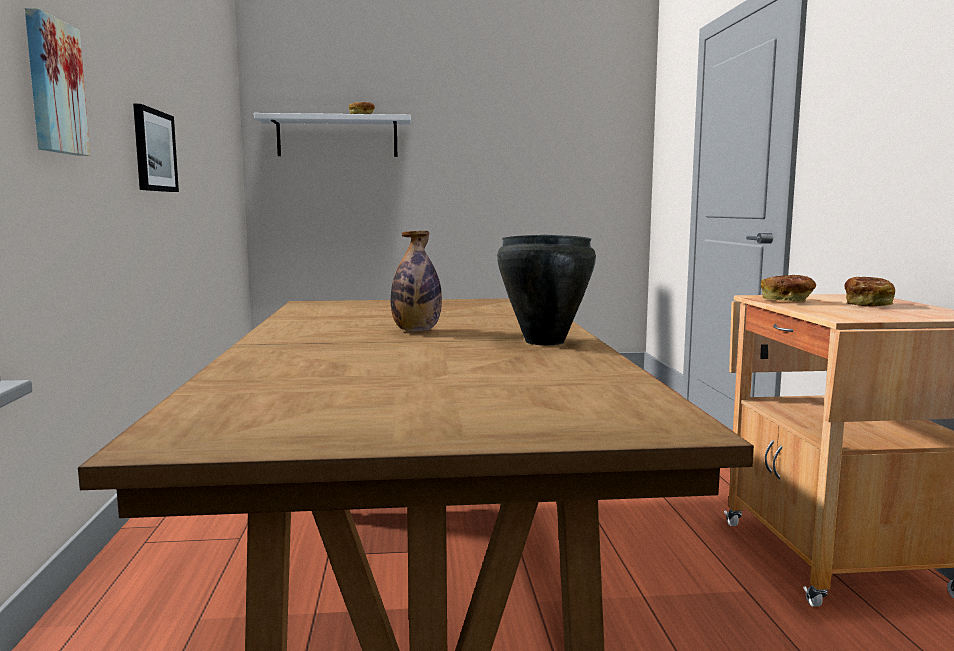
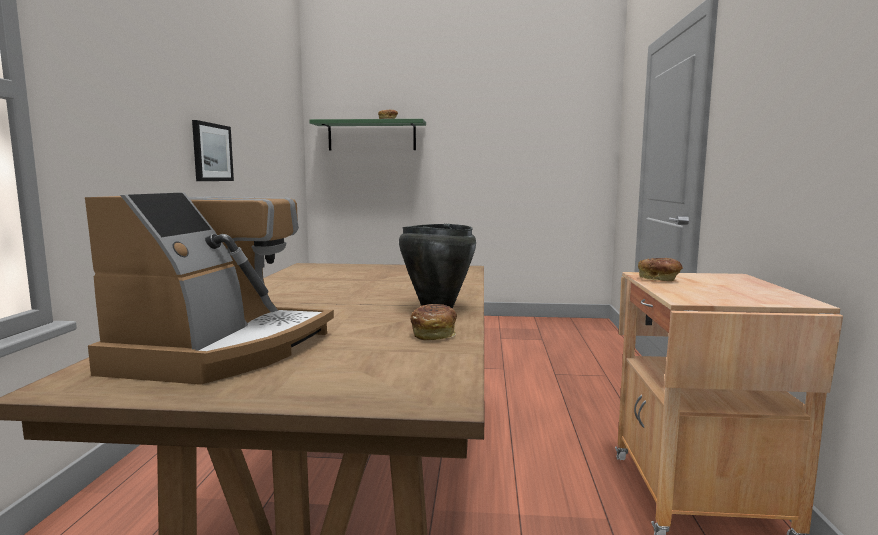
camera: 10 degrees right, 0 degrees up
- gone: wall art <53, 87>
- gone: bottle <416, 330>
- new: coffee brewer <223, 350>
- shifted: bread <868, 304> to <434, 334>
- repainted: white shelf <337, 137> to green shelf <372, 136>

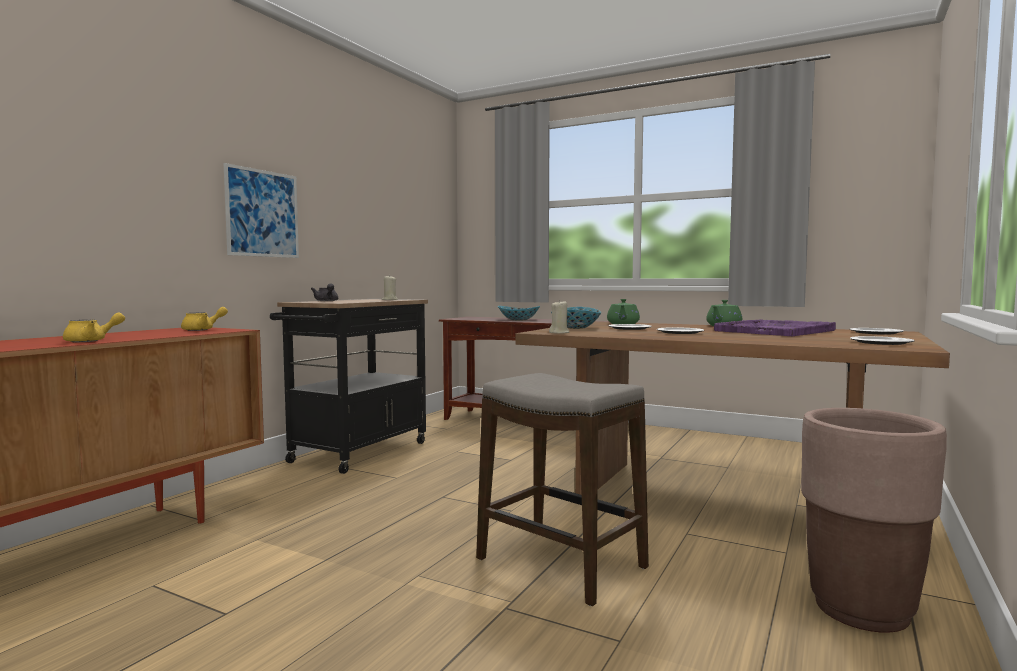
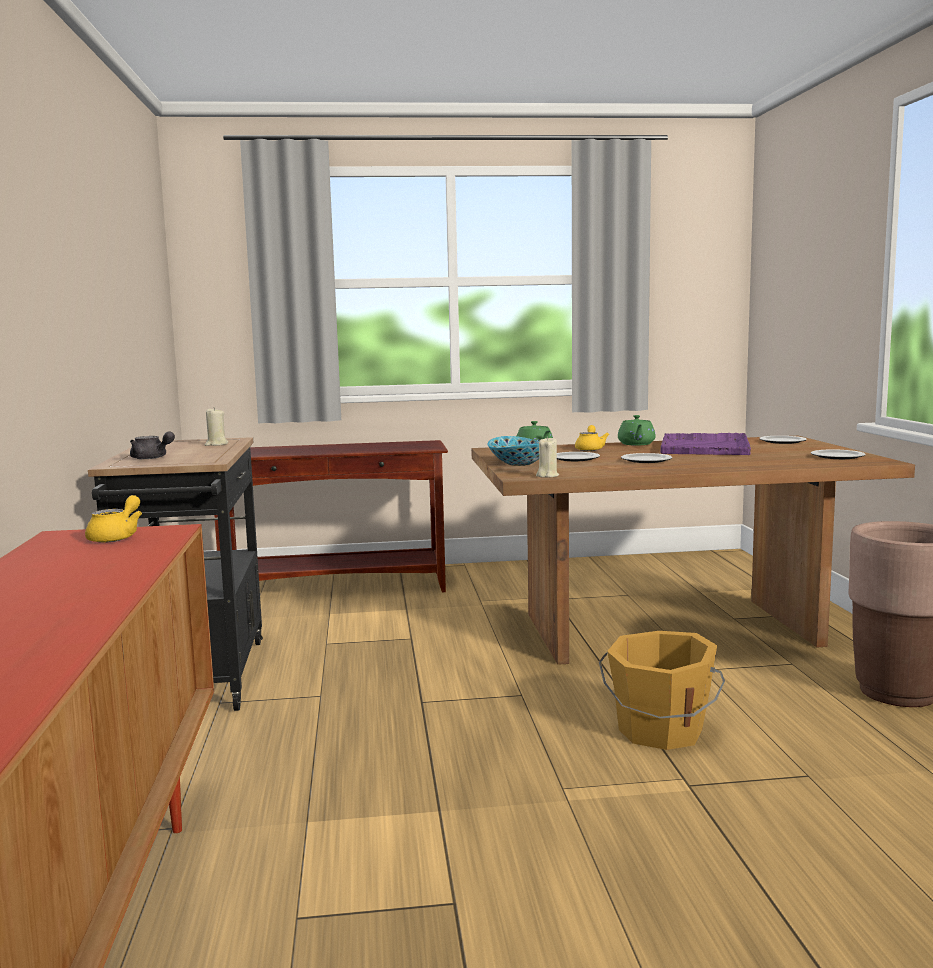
camera: 35 degrees left, 5 degrees up
- gone: wall art <262, 213>
- gone: serving bowl <518, 320>
- shifted: yellow pot for tea <92, 341> to <590, 449>
- swapped: stool seat <561, 564> to orange-coloured pail <660, 731>

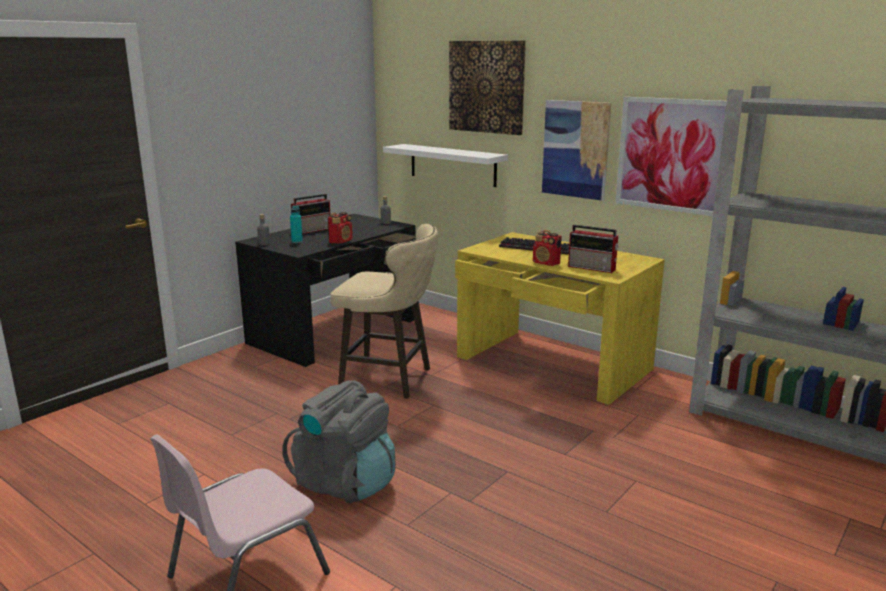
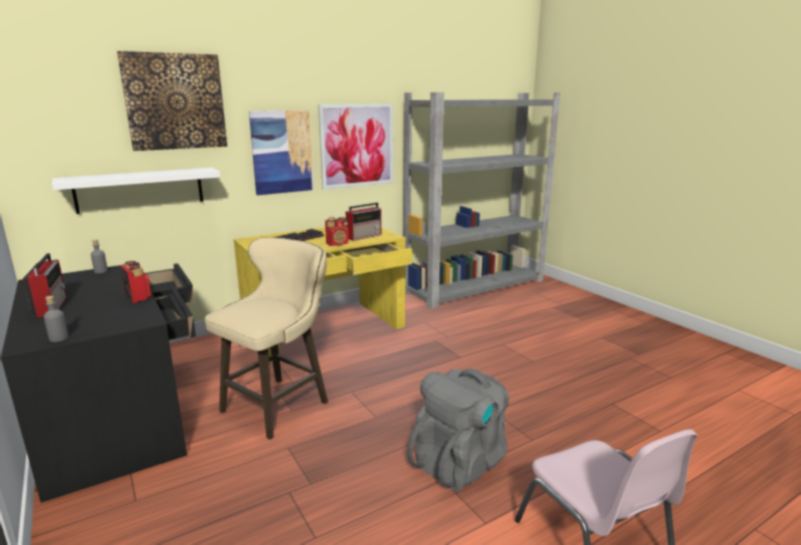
camera: 70 degrees left, 0 degrees up
- gone: turquoise-coloured bottle <297, 242>

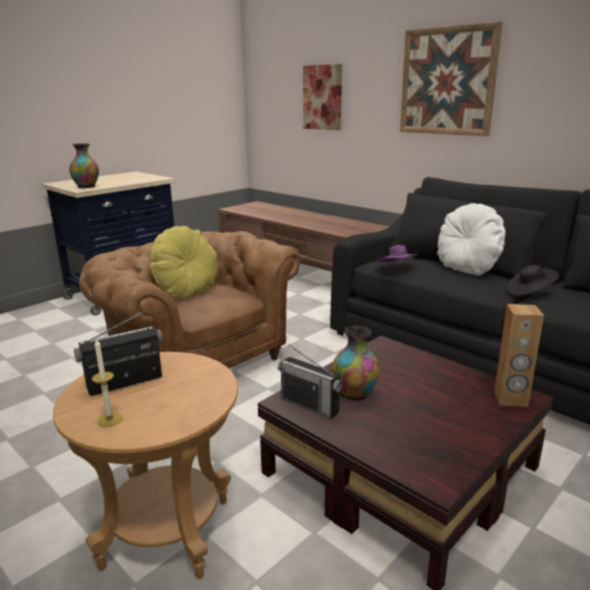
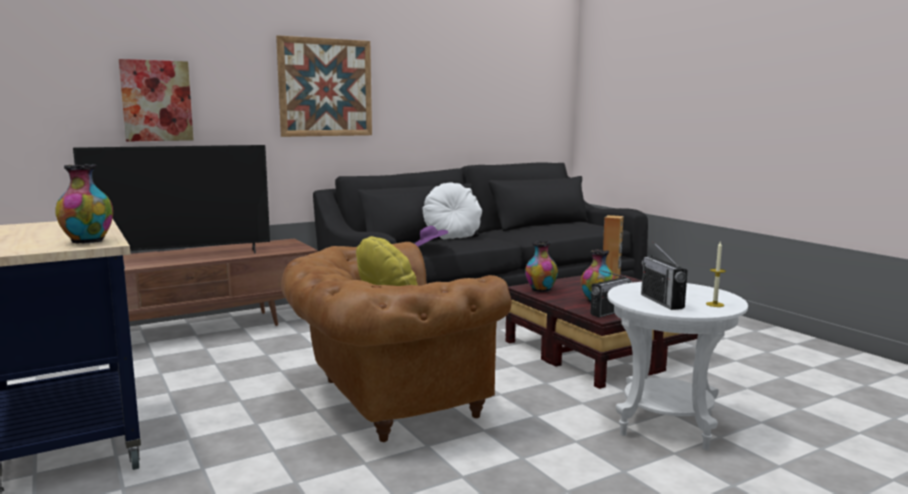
camera: 75 degrees left, 10 degrees down
- gone: blackish clothing hat <529, 292>
- new: television <182, 256>
- new: flower vase <540, 290>
- repainted: brown-coloured accent table <166, 532> to white accent table <666, 424>

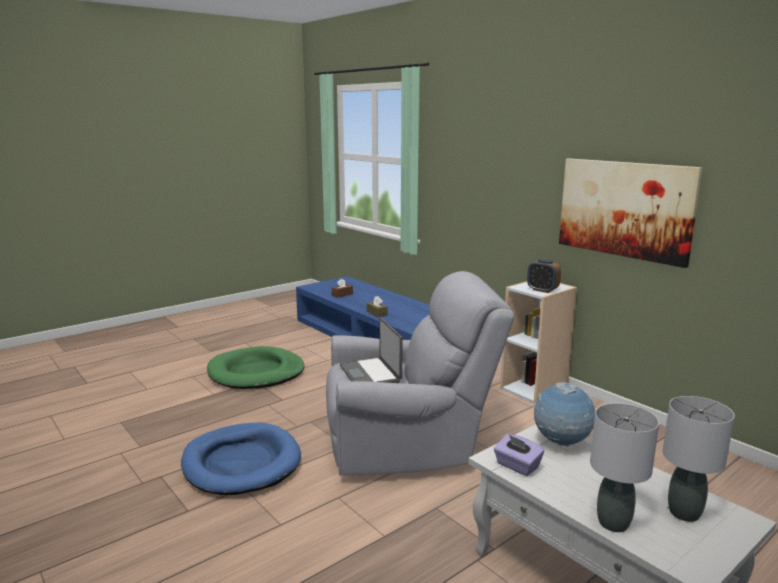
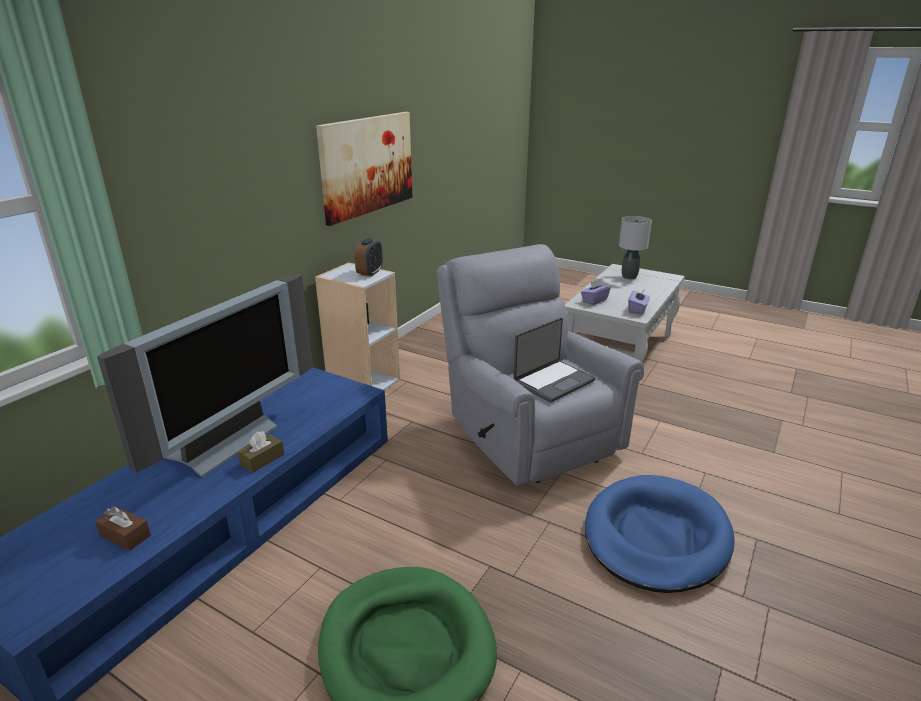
camera: 110 degrees left, 10 degrees up
- gone: greyish tabletop lamp <614, 523>
- new: television <225, 443>
- swapped: desk globe <561, 443> to purple box of tissues <594, 300>

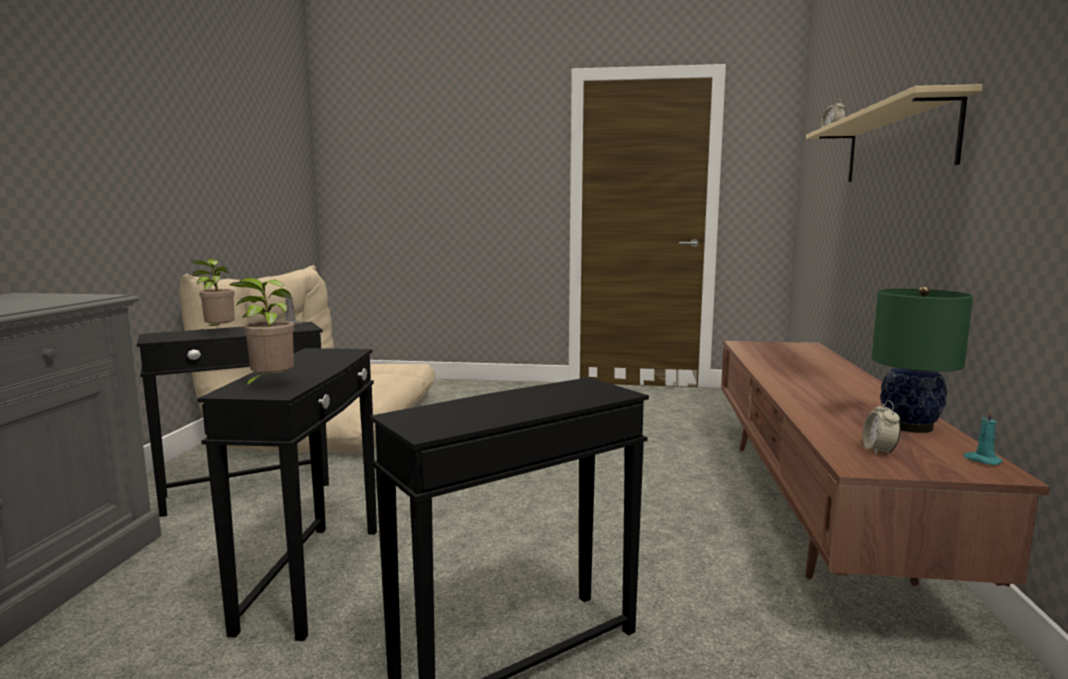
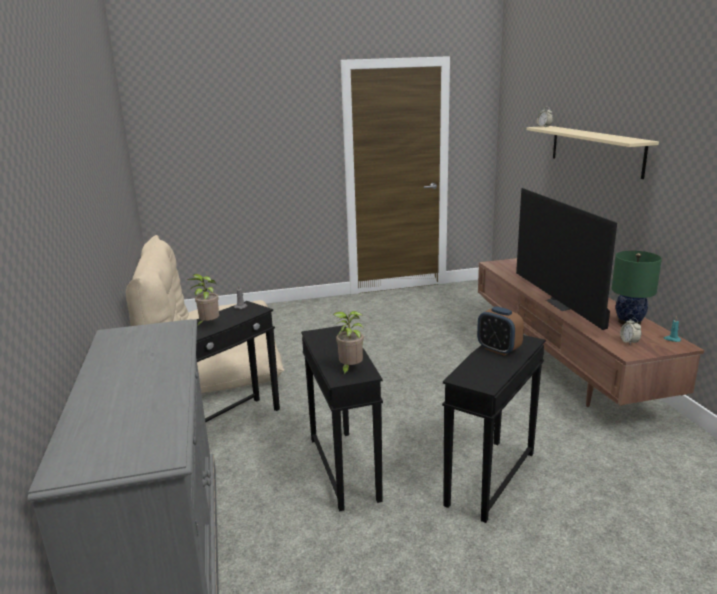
camera: 20 degrees left, 10 degrees up
- new: table clock <498, 349>
- new: television <563, 304>

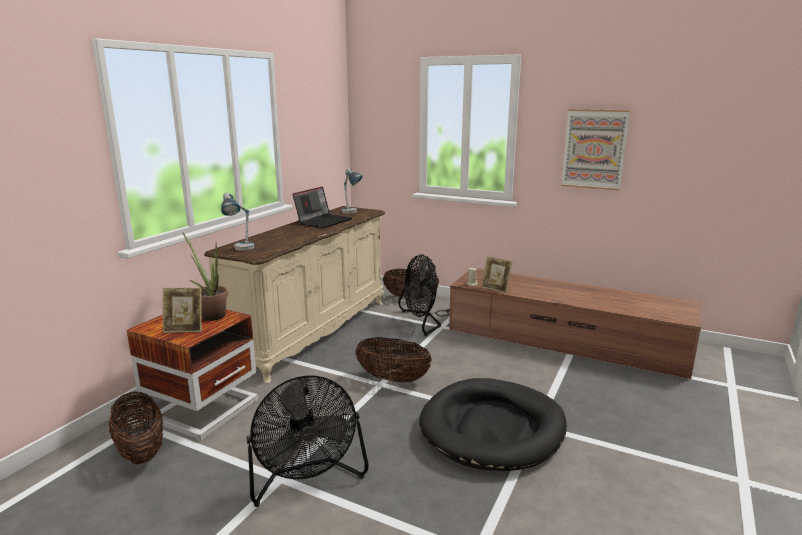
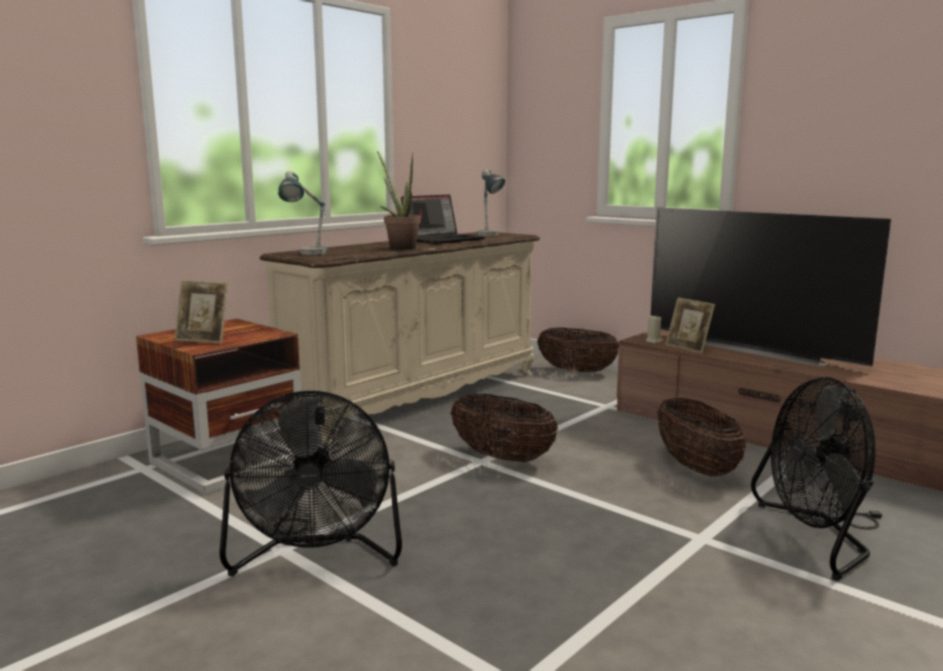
camera: 15 degrees right, 5 degrees down
- gone: blackish dog bed <492, 428>
- gone: wall art <594, 149>
- new: television <753, 348>
- shifted: basket <141, 450> to <696, 467>
- shifted: potted plant <211, 315> to <399, 247>
- shifted: blackish electric fan <424, 320> to <821, 535>

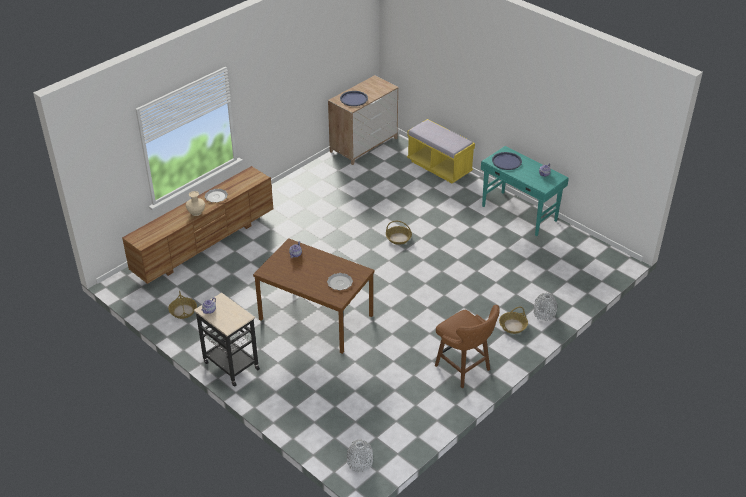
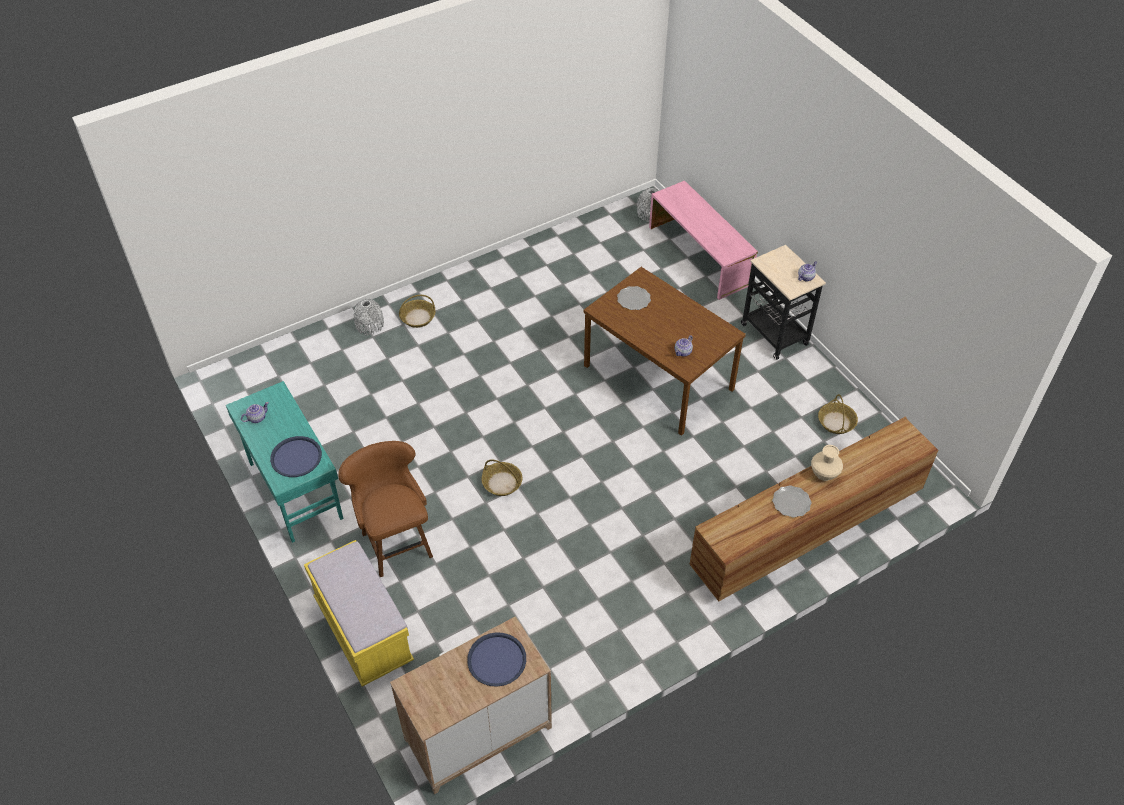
camera: 165 degrees left, 10 degrees up
- new: pinkish indoor bench <700, 255>
- shifted: brown-coloured stool seat <464, 369> to <395, 542>

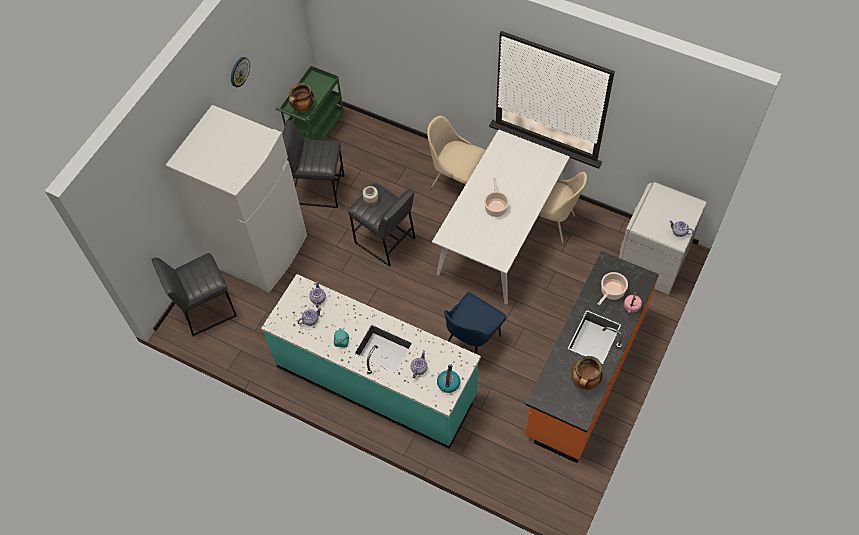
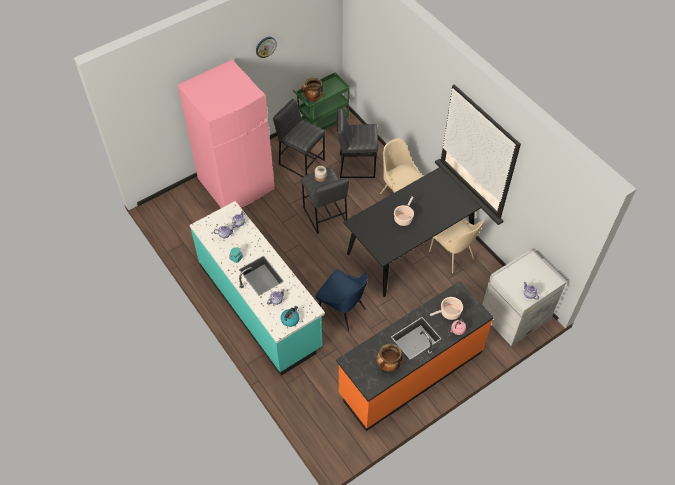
camera: 25 degrees right, 5 degrees down
- shifted: greyish stool seat <206, 310> to <356, 166>
- repainted: white kitchen fridge <258, 250> to pinkish kitchen fridge <236, 184>
- repainted: white dinner table <501, 235> to blackish dinner table <410, 248>
- rotated: blue-coloured upright chair <472, 343> = <342, 311> 120 degrees counterclockwise

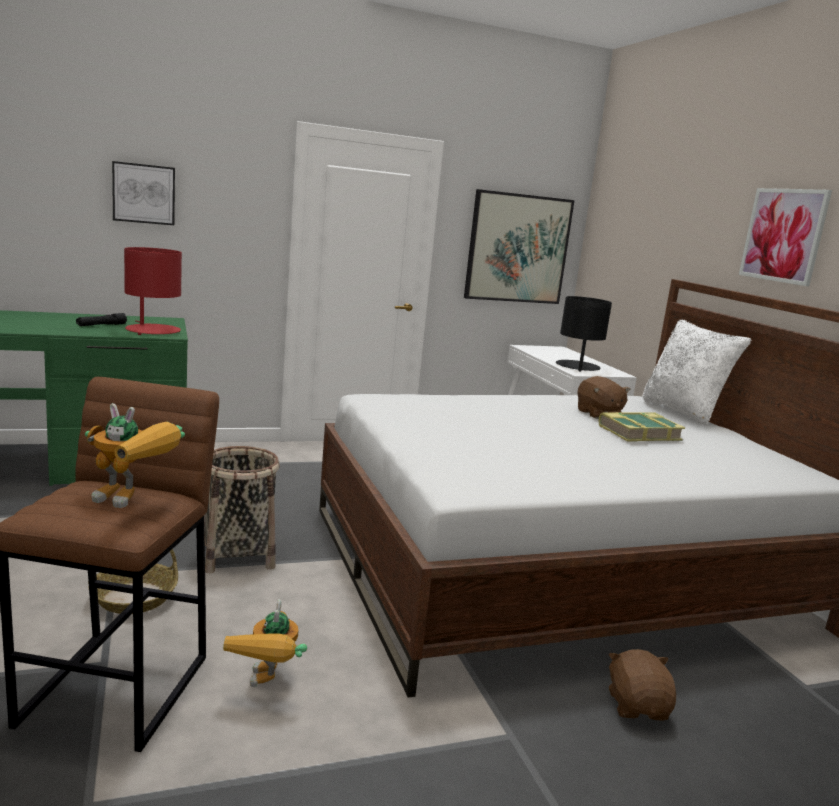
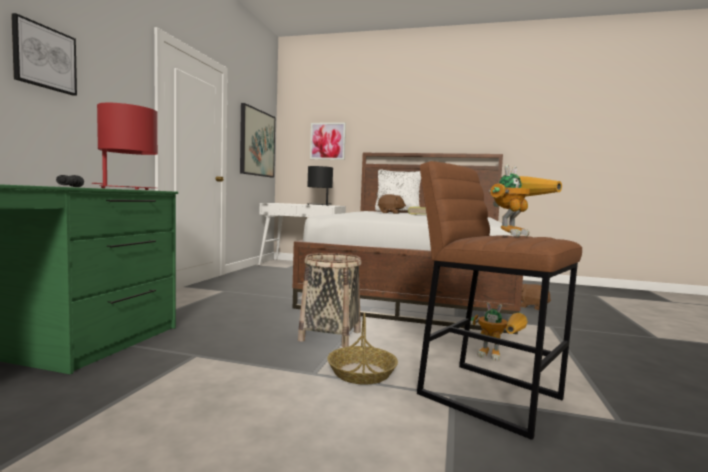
camera: 55 degrees left, 10 degrees down
- shifted: wall art <783, 235> to <327, 141>

